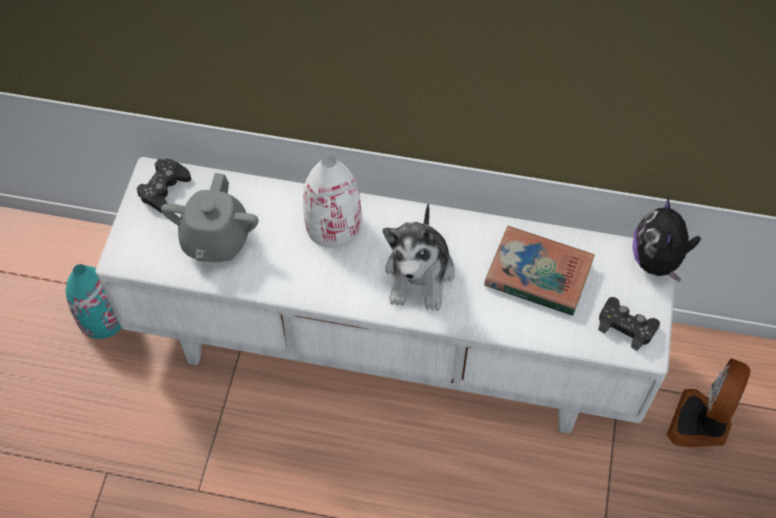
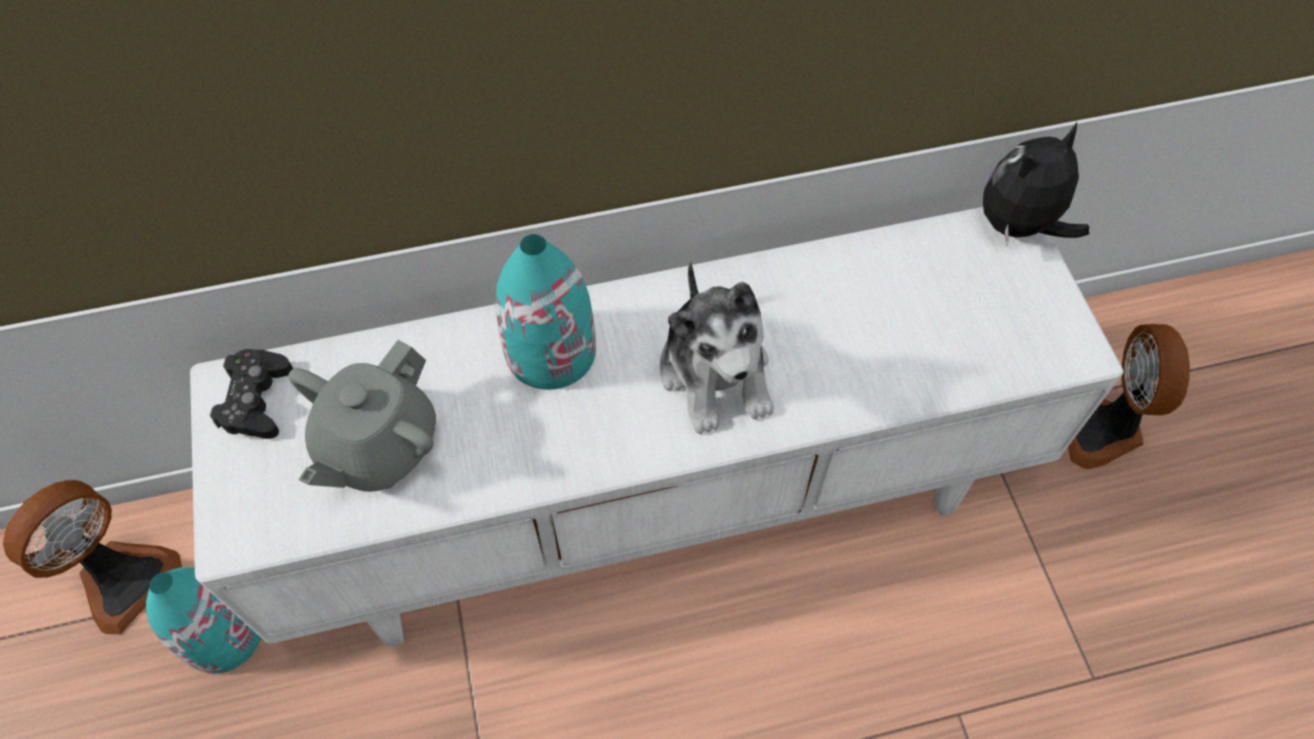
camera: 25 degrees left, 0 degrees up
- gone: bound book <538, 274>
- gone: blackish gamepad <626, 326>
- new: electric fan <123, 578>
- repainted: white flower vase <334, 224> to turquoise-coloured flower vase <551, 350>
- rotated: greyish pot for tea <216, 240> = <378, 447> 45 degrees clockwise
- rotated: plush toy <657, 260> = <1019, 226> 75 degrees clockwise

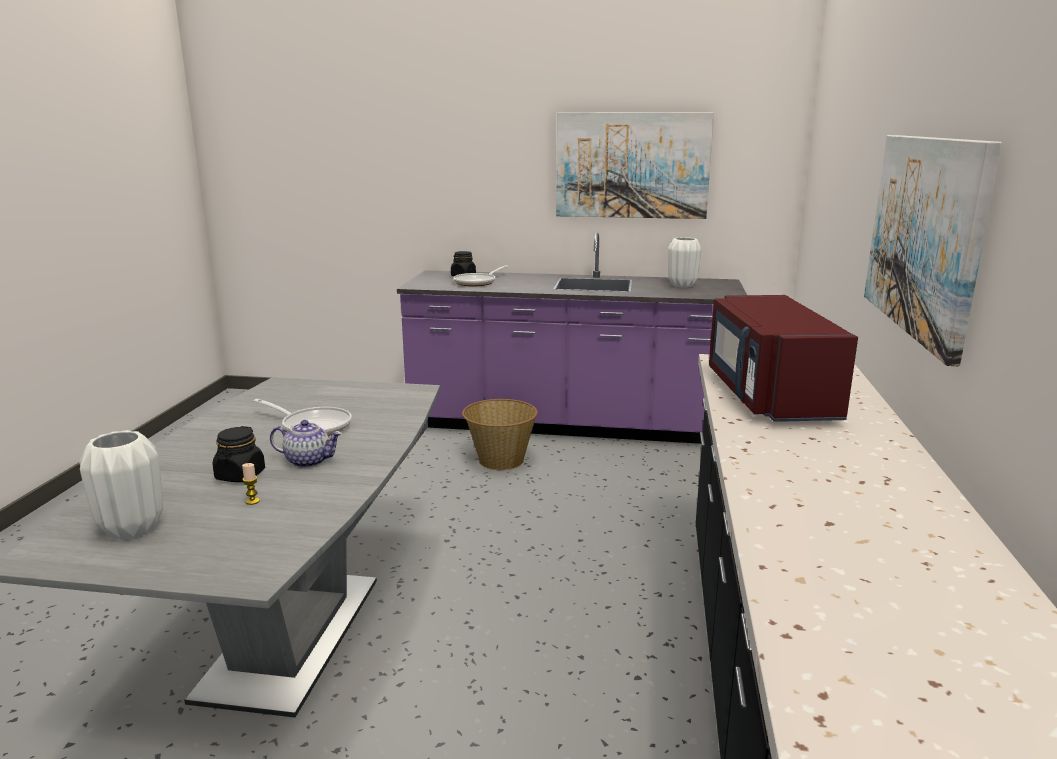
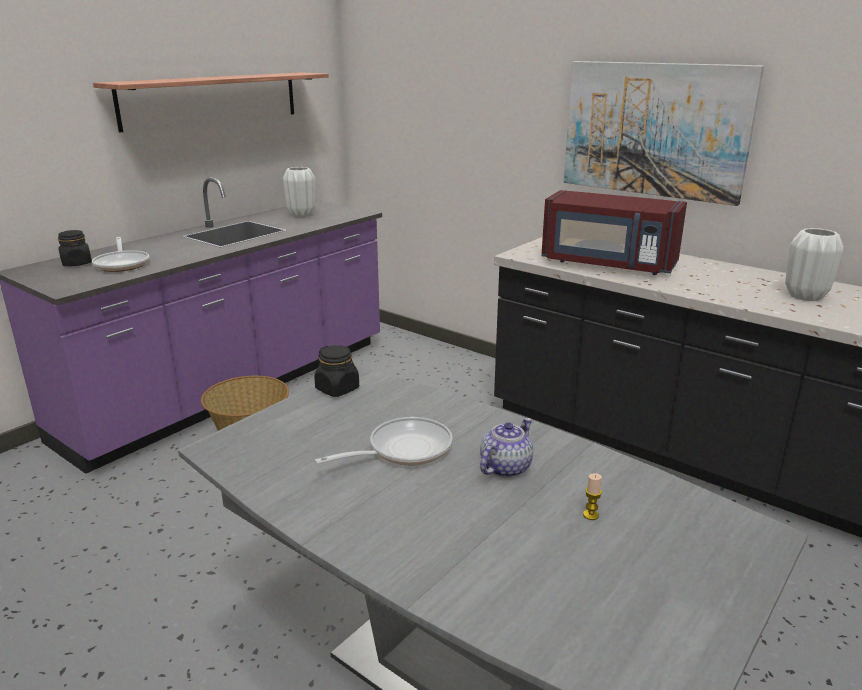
camera: 60 degrees left, 5 degrees up
- shifted: white flower vase <133, 529> to <804, 296>
- shifted: blackish storage jar <240, 475> to <337, 389>
- swapped: wall art <632, 165> to shelf <212, 99>

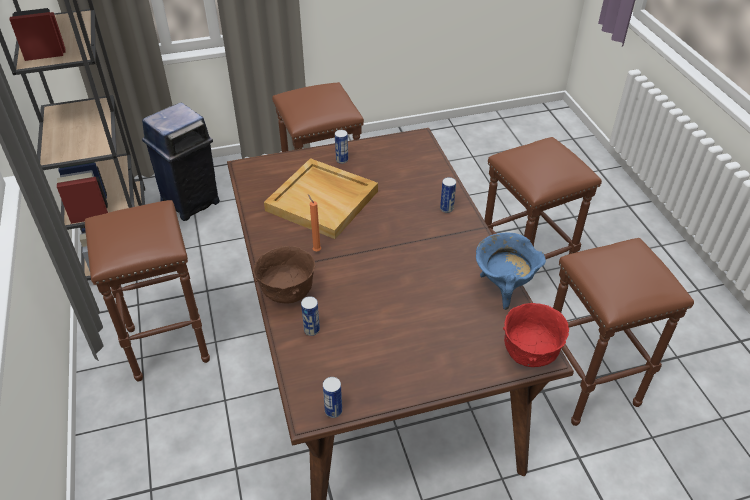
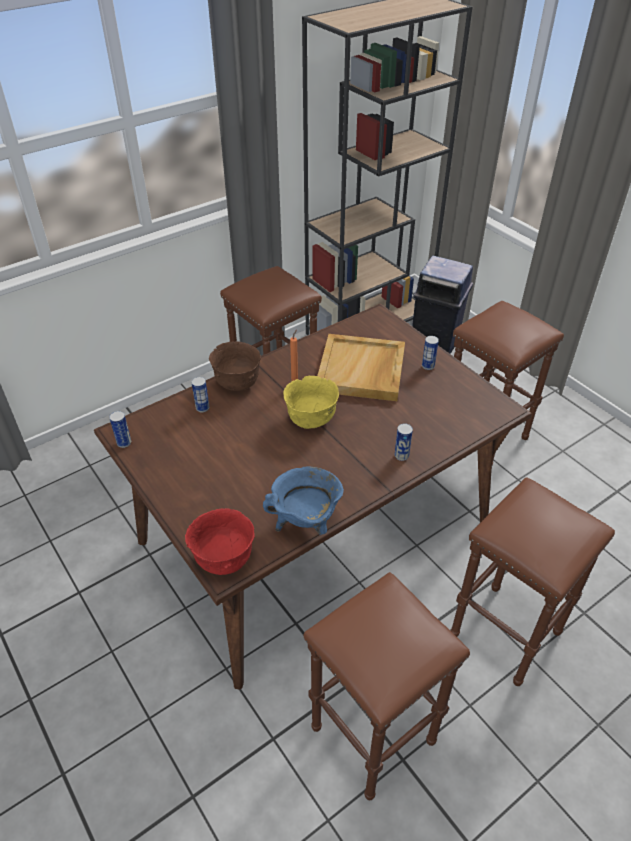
camera: 70 degrees right, 0 degrees up
- new: yellow serving bowl <311, 420>

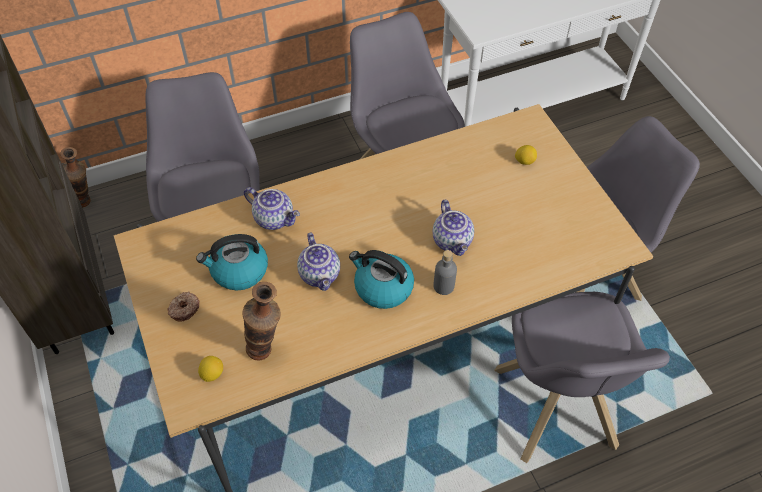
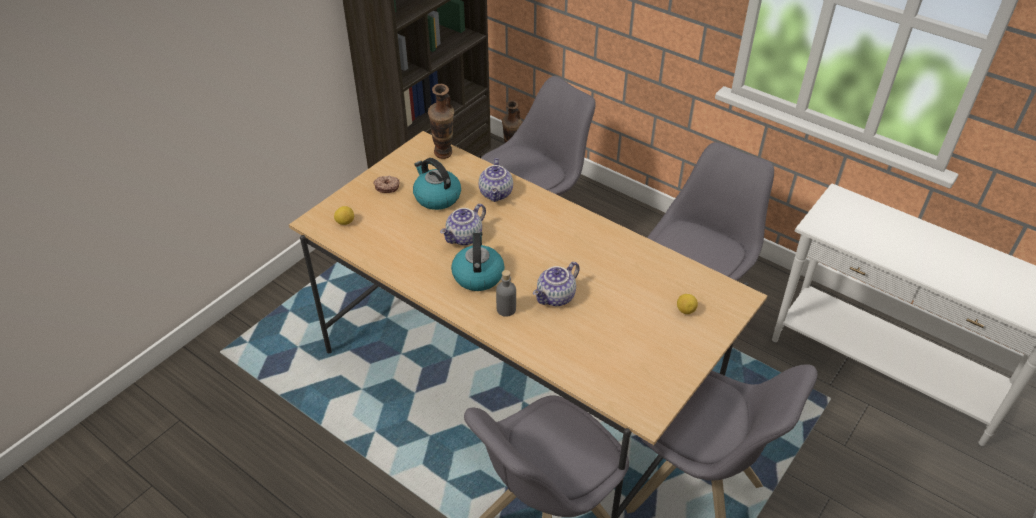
camera: 60 degrees right, 10 degrees down
- shifted: flower vase <267, 352> to <444, 157>

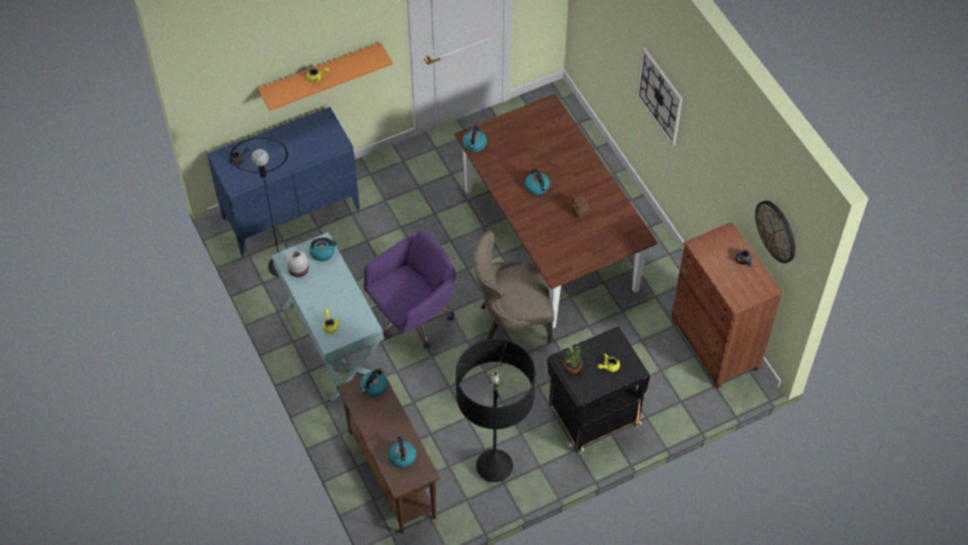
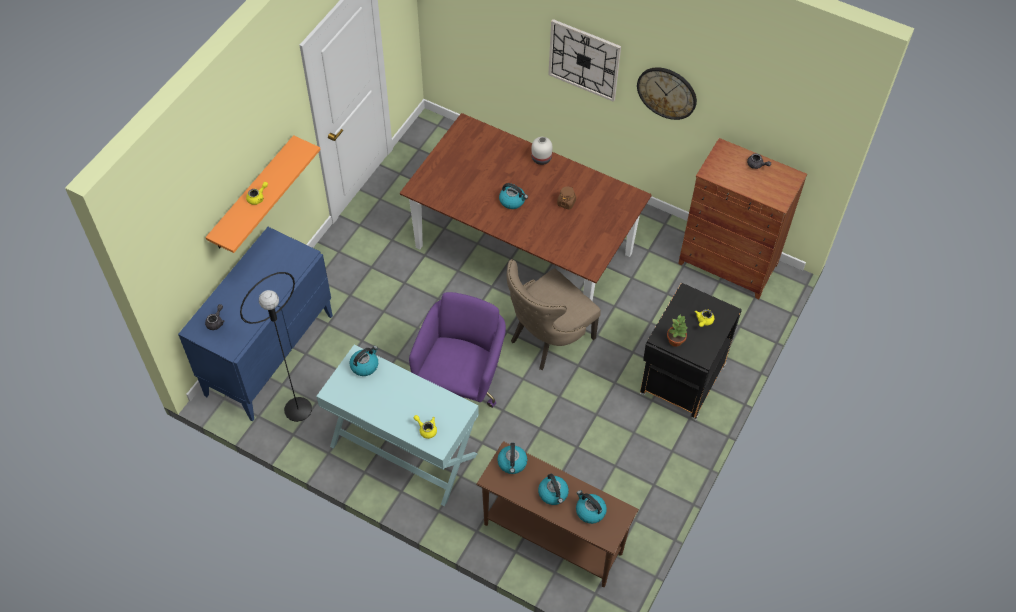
camera: 35 degrees left, 0 degrees up
- gone: blackish standard lamp <494, 467>
- shifted: white flower vase <298, 271> to <541, 159>
- shifted: water kettle <474, 144> to <553, 494>
- shifted: clock on the wall <776, 231> to <667, 92>

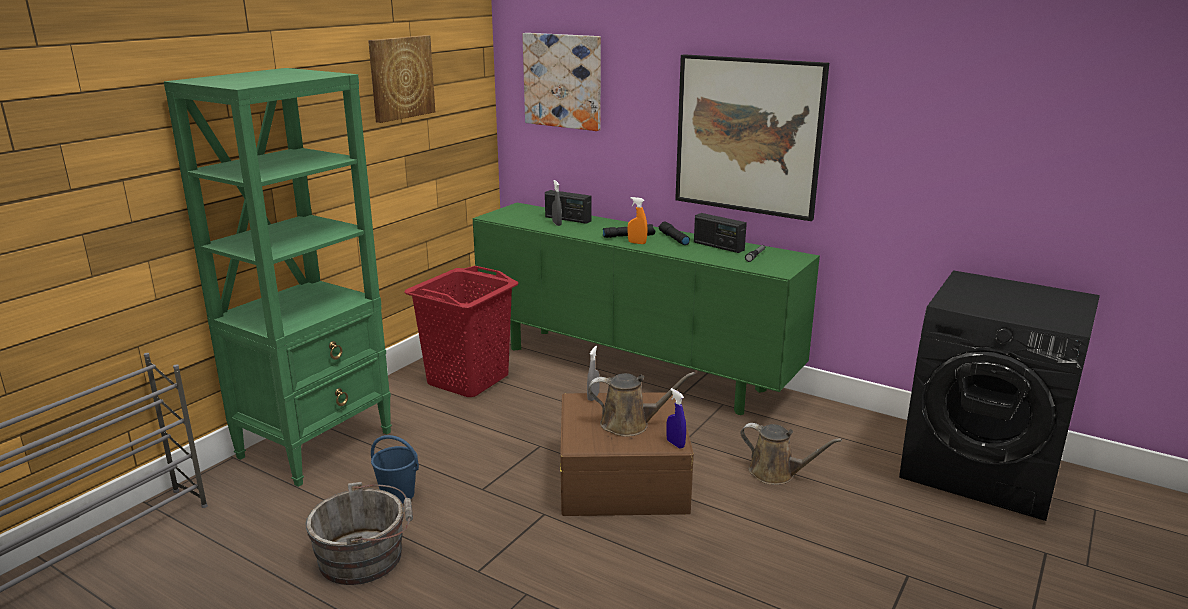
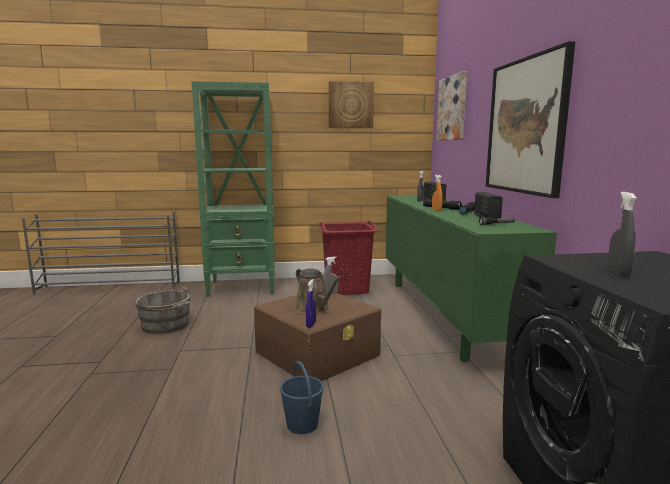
camera: 50 degrees right, 10 degrees down
- gone: brown-coloured watering pot <776, 473>
- new: greyish sprayer <618, 273>
- shifted: blue-coloured pail <398, 495> to <302, 425>

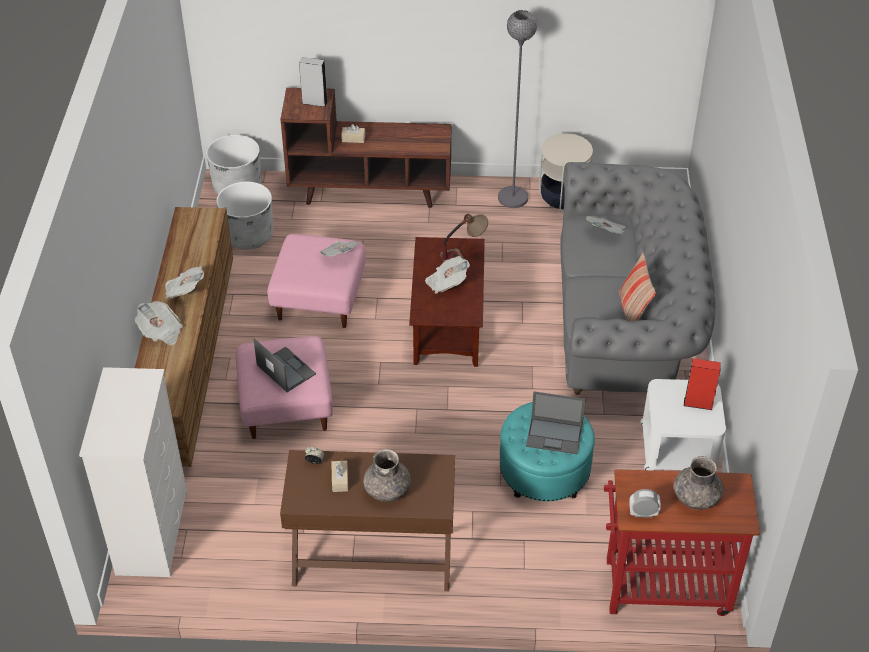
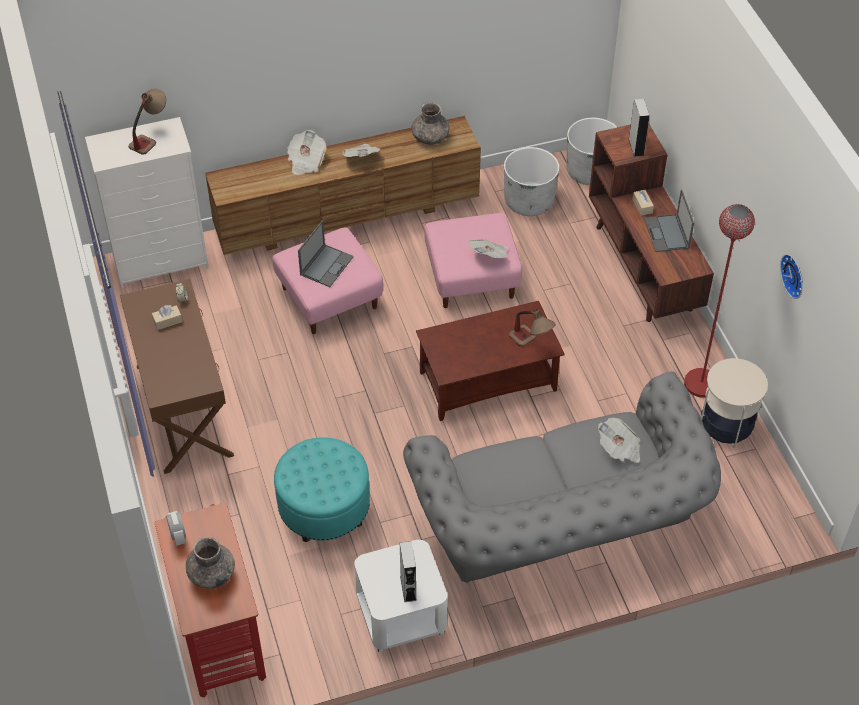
camera: 70 degrees right, 5 degrees up
- gone: printed paper <446, 283>
- gone: pillow <633, 312>
- new: tabletop lamp <150, 137>
- new: clock on the wall <794, 275>
- shifted: greyish flower vase <387, 489> to <430, 137>
- shifted: portable computer <555, 435> to <667, 234>
- repainted: greyish standard lamp <513, 198> to reddish standard lamp <701, 384>
- repainted: reddish audio speaker <698, 403> to greyish audio speaker <408, 588>

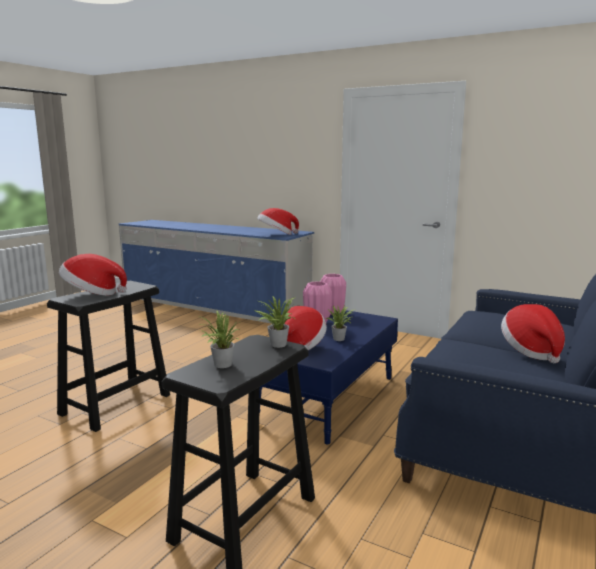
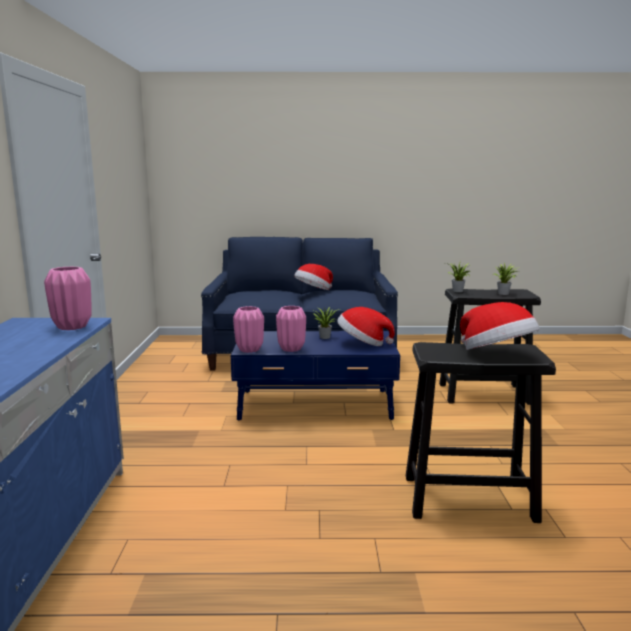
camera: 120 degrees left, 0 degrees up
- swapped: clothing hat <276, 235> to pinkish flower vase <72, 327>

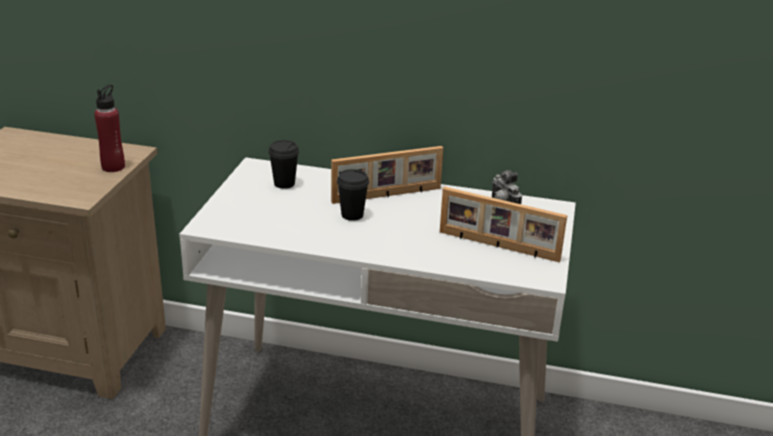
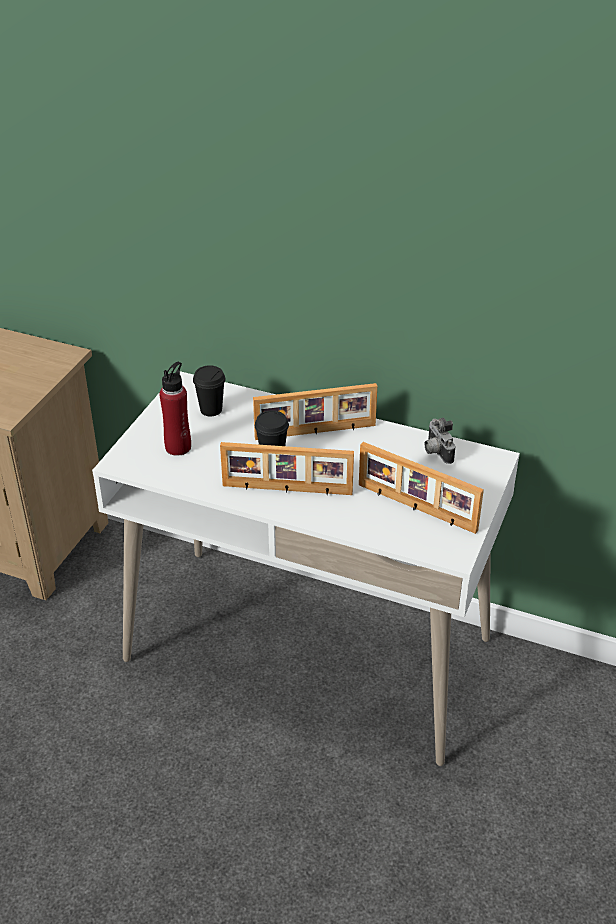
camera: 10 degrees right, 10 degrees up
- new: picture frame <287, 490>
- shifted: reddish bottle <113, 167> to <178, 447>

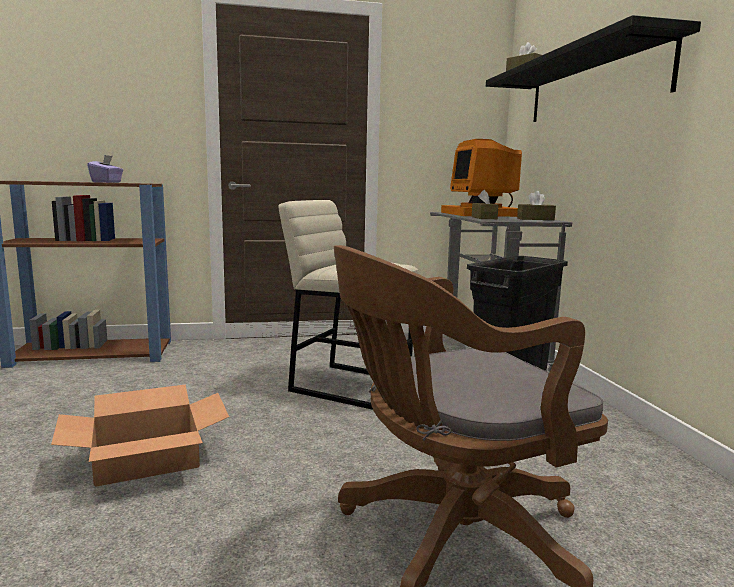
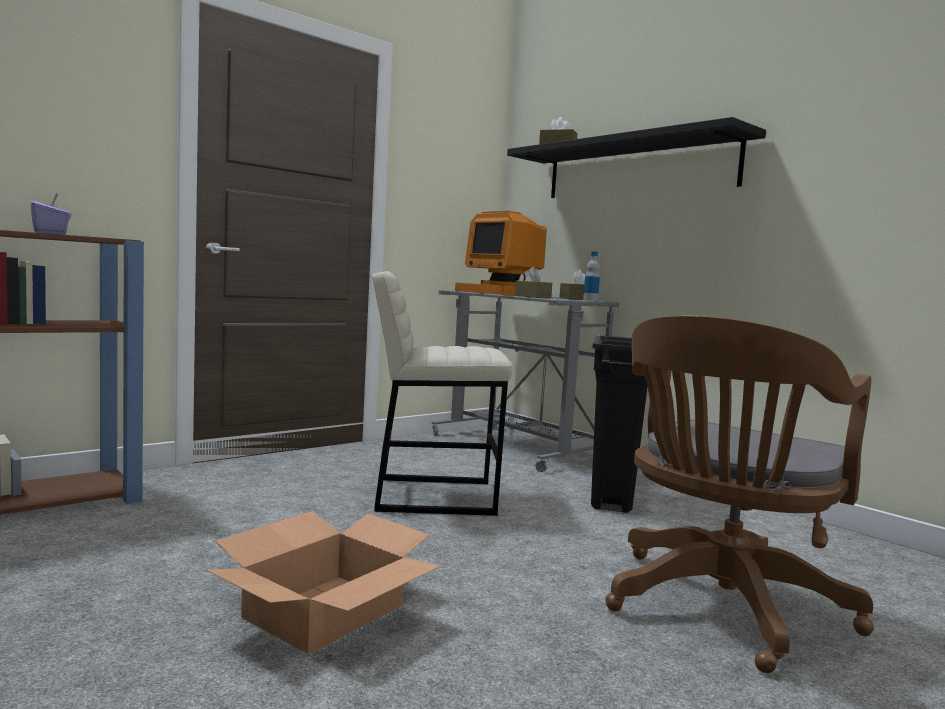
camera: 30 degrees left, 5 degrees down
- new: bottle <590, 300>

